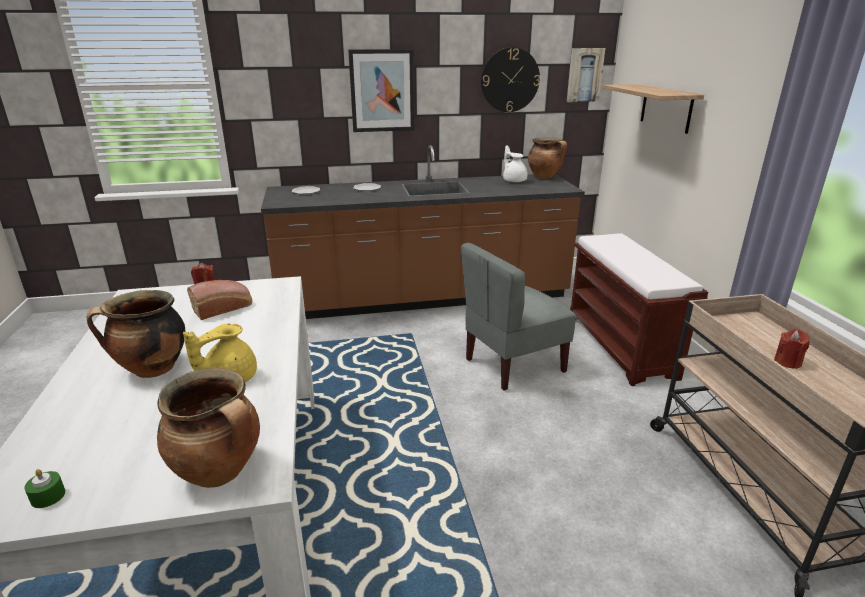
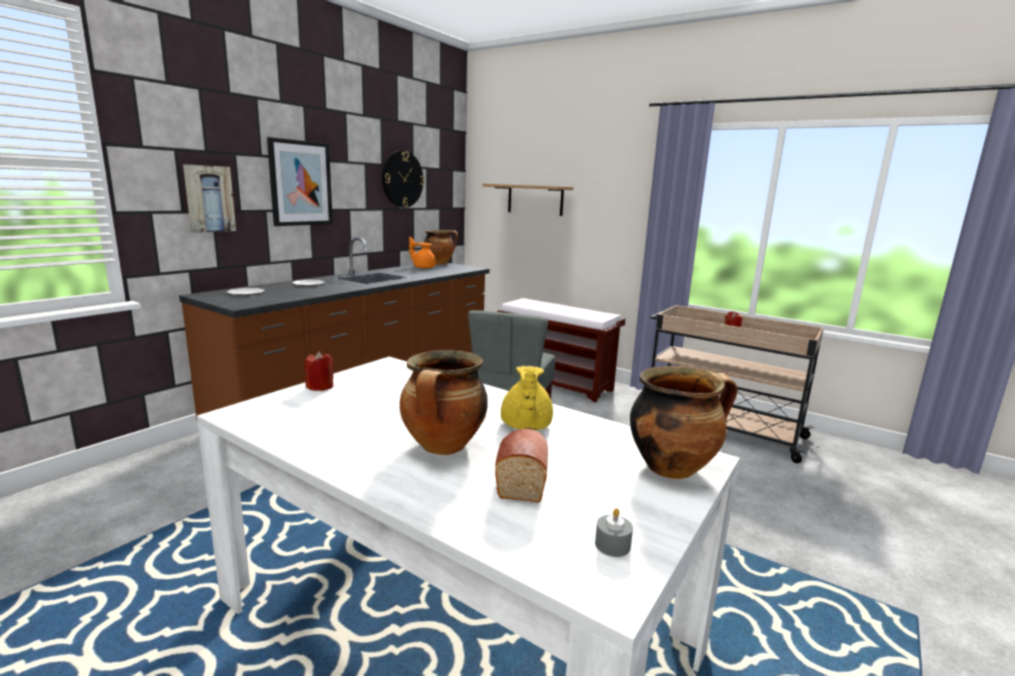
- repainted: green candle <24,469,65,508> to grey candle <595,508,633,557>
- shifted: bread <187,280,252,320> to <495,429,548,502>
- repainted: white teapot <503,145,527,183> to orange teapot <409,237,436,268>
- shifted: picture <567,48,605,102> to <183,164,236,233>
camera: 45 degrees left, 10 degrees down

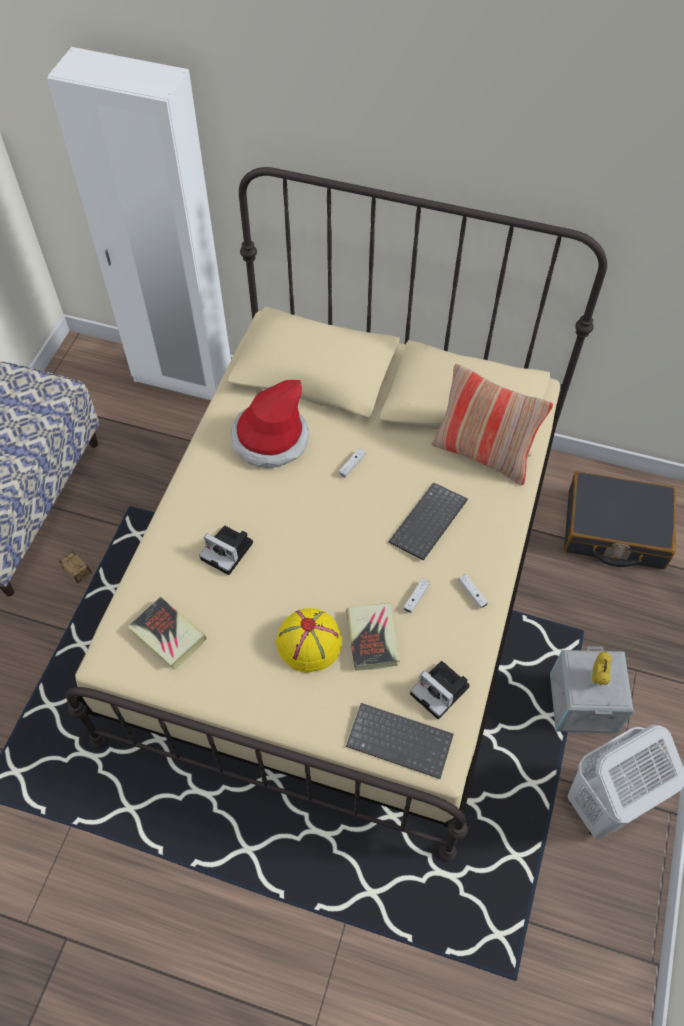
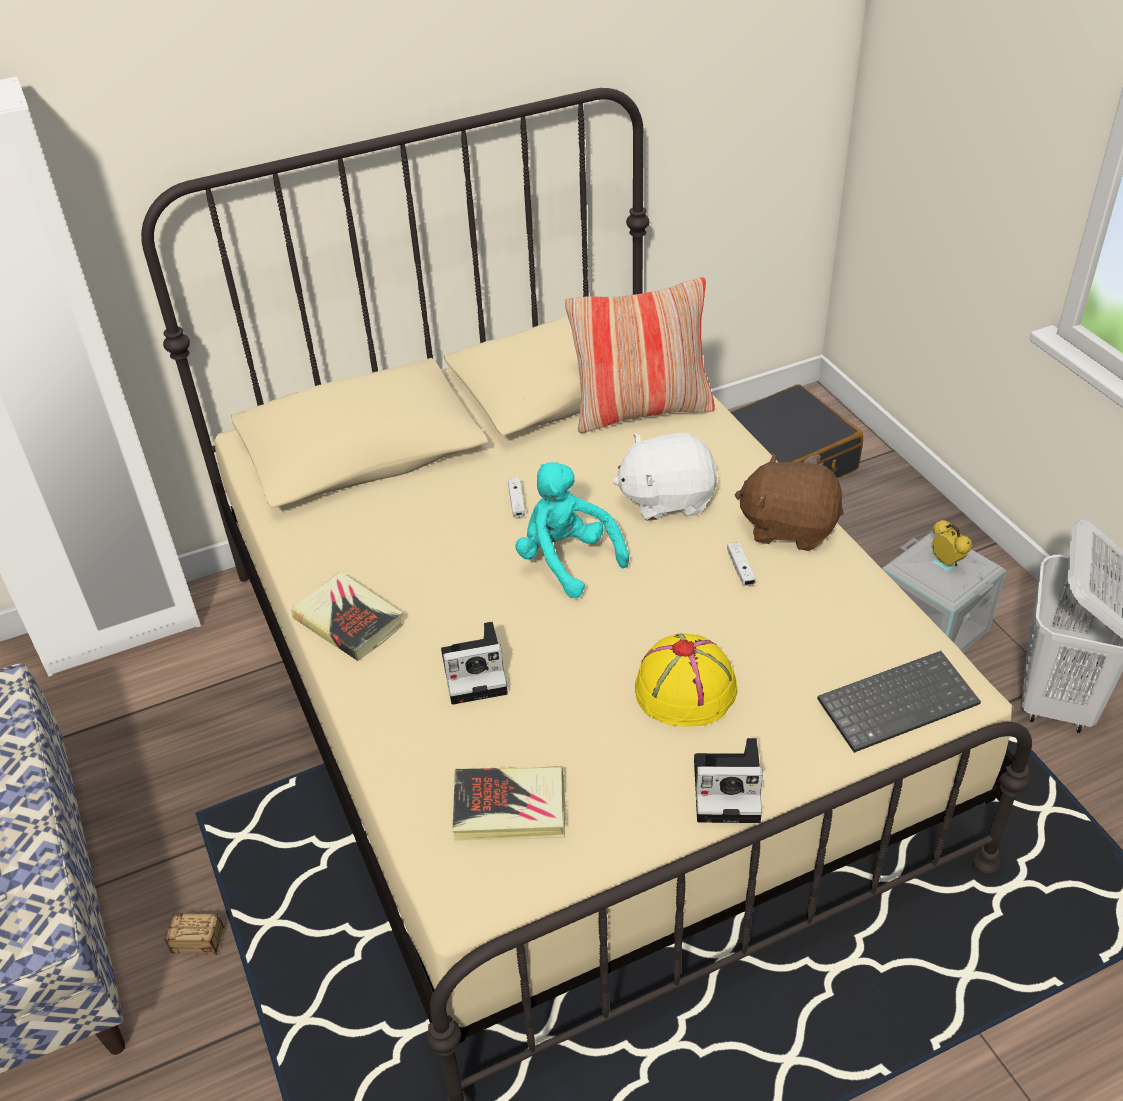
- gone: hat <231,380,309,469>
- shifted: book <346,603,400,671> to <292,571,403,661>
- swapped: keyboard <389,482,468,560> to white plush toy <613,433,717,521>
- shifted: photo camera <410,661,470,719> to <694,738,763,823>
- swapped: white game controller <458,574,488,608> to brown plush toy <735,453,844,551>
- new: turquoise plush toy <515,462,629,598>
camera: 40 degrees left, 15 degrees down

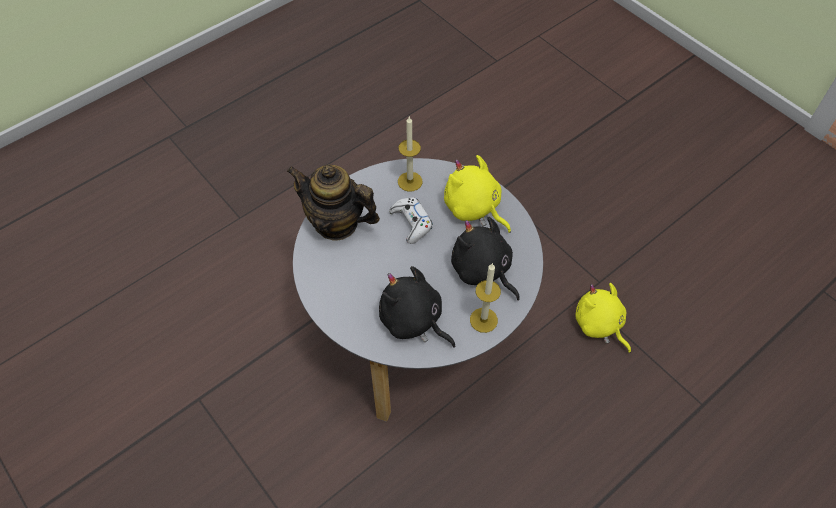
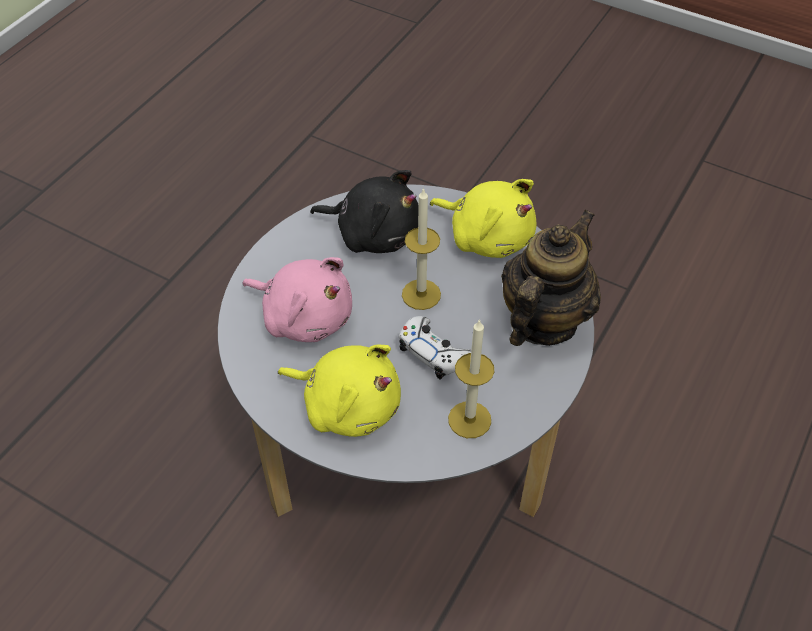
- rotated: teapot <287,165,380,241> = <501,210,601,346> 60 degrees counterclockwise
- repainted: black plush toy <451,217,520,300> to pink plush toy <242,257,352,342>
- shifted: candle <470,263,501,333> to <402,188,441,310>
- shifted: yellow plush toy <575,283,631,353> to <430,179,536,258>
camera: 160 degrees right, 5 degrees down

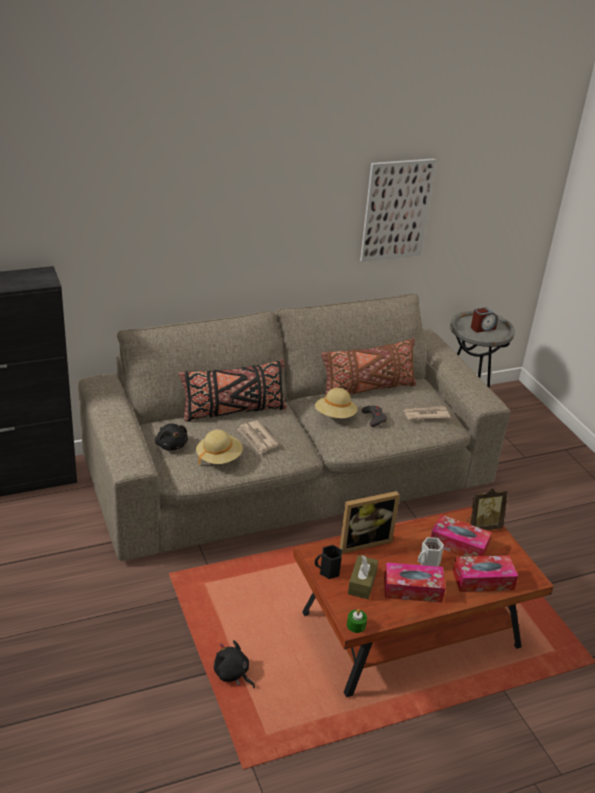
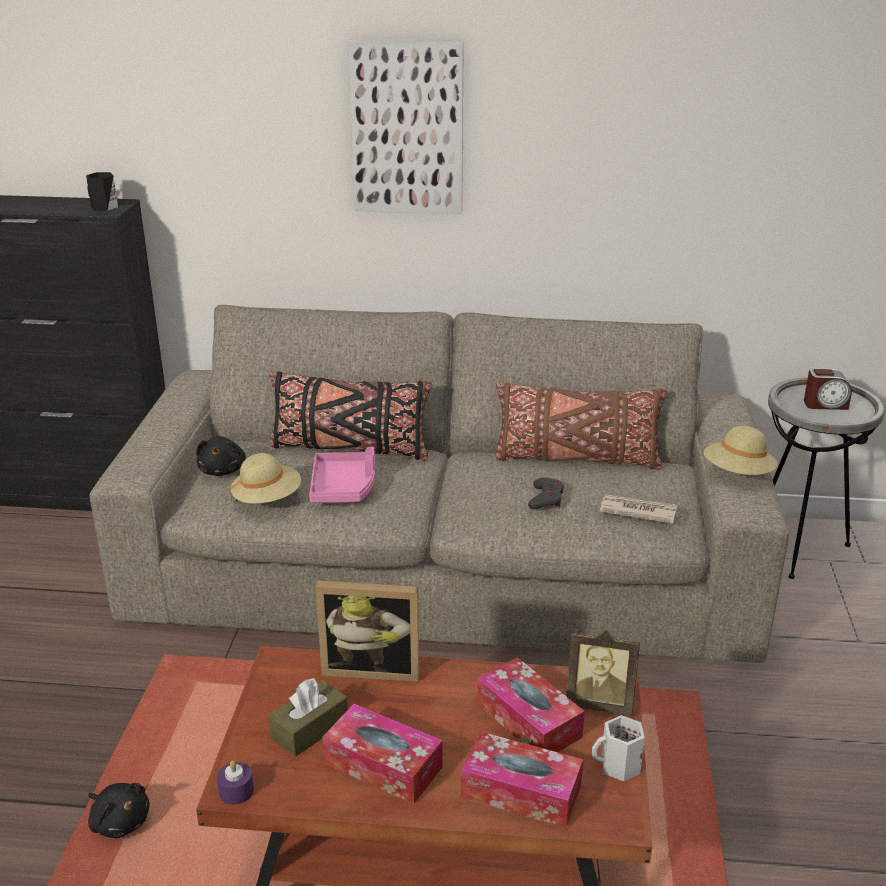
- rotated: black plush toy <214,640,255,688> = <88,783,150,838> 150 degrees clockwise
- swapped: newspaper <238,420,279,454> to pink tray <309,447,375,503>
- shifted: beige hat <315,388,358,418> to <704,426,778,475>
- shifted: black mug <315,545,342,579> to <86,172,118,211>
- repainted: green candle <347,609,367,633> to purple candle <217,760,254,805>
- shifted: picture <360,158,436,262> to <348,40,464,215>
- shifted: white mug <418,537,444,566> to <592,715,645,781>
camera: 30 degrees right, 5 degrees down

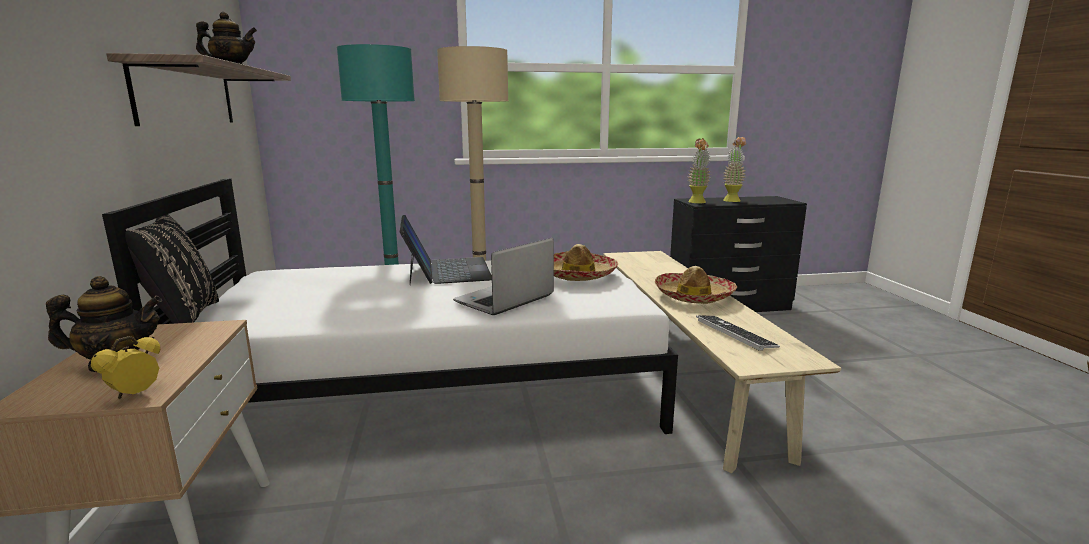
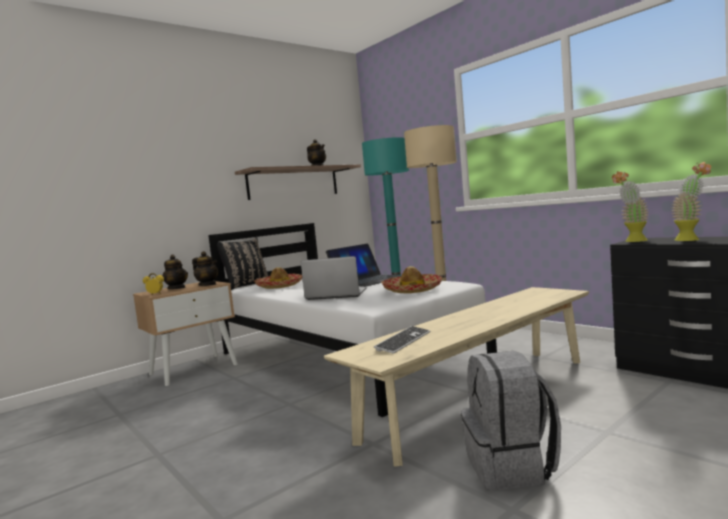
- shifted: hat <655,266,737,304> to <254,267,302,289>
- new: teapot <192,251,218,286>
- new: grey backpack <461,351,561,490>
camera: 60 degrees right, 10 degrees down

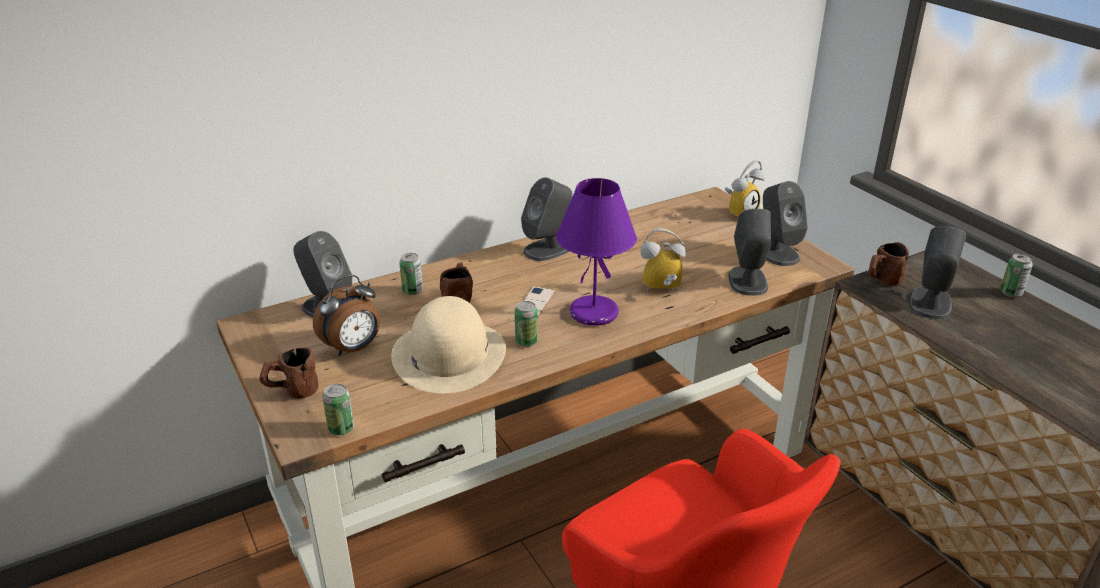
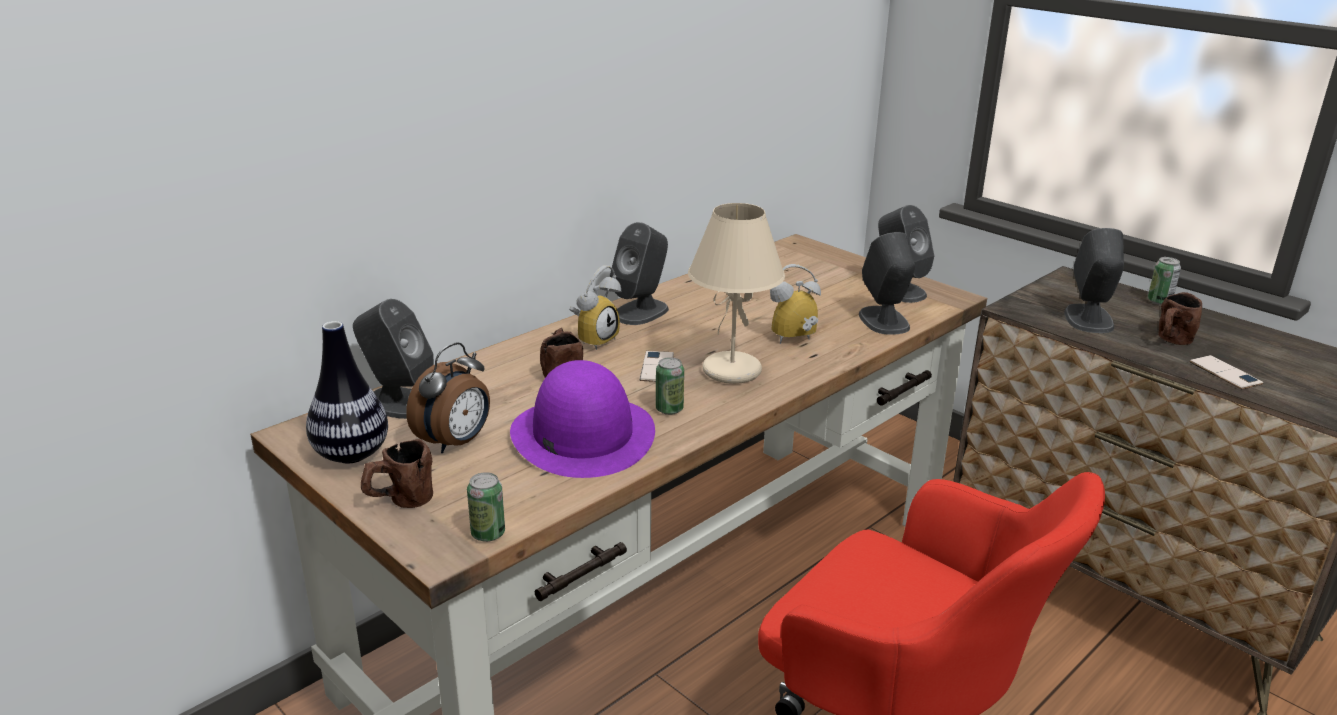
- repainted: beige hat <391,296,506,393> to purple hat <510,360,655,478>
- gone: can <399,253,423,295>
- repainted: purple table lamp <556,178,637,326> to beige table lamp <688,203,785,384>
- shifted: alarm clock <725,160,765,217> to <569,265,621,350>
- shifted: brown mug <868,242,909,286> to <1158,292,1202,345>
- new: vase <306,321,388,463>
- new: phone <1189,355,1263,389>
camera: 15 degrees left, 5 degrees down

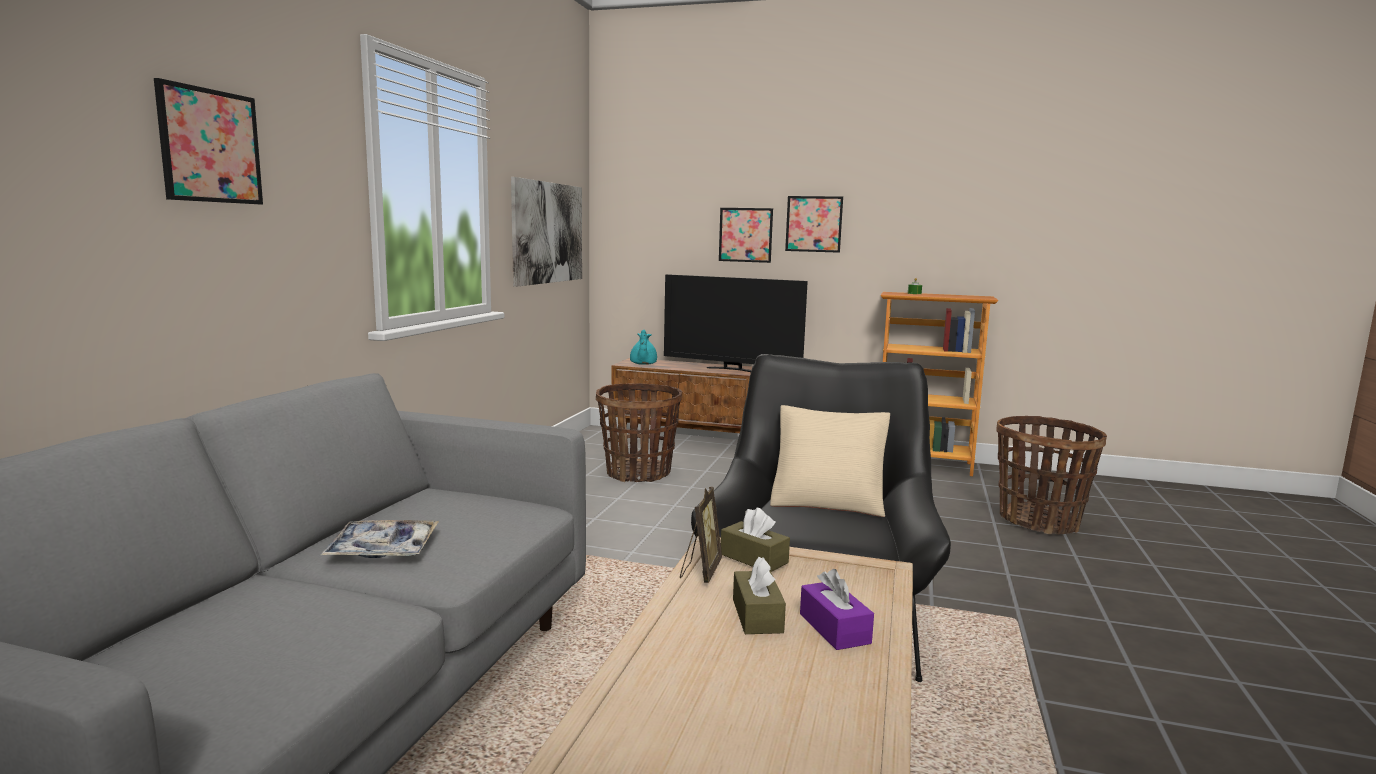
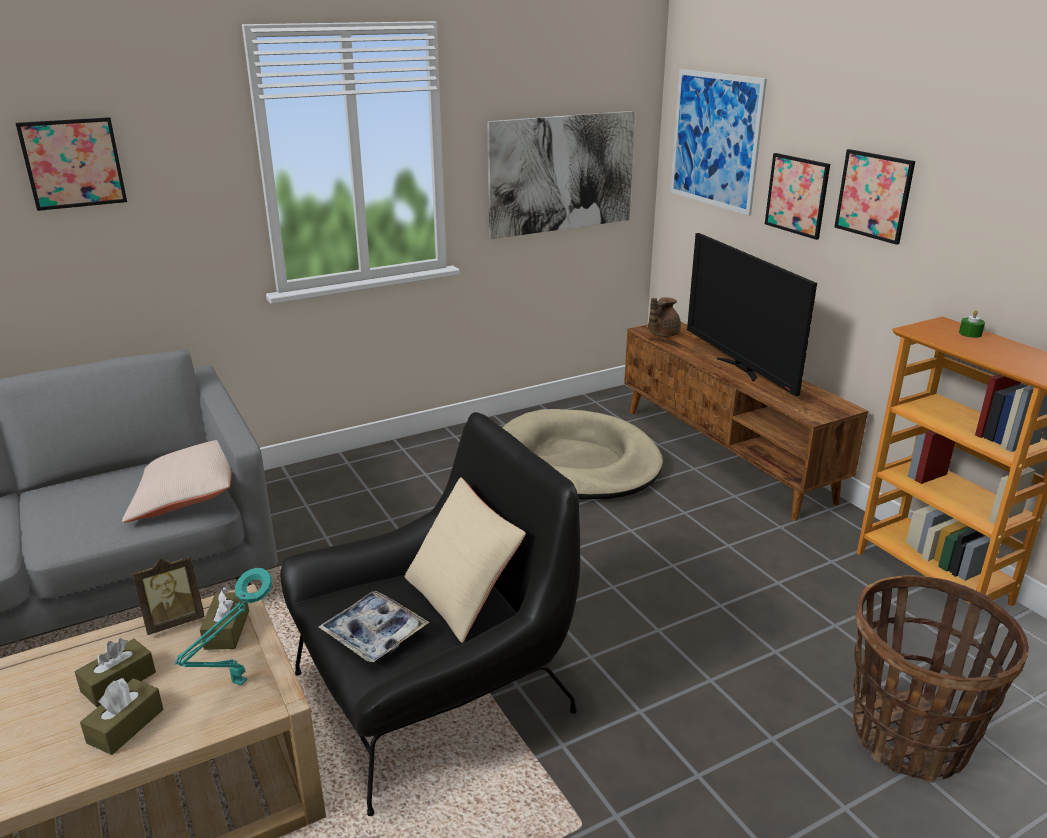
- shifted: tray <319,520,439,558> to <319,591,429,662>
- swapped: basket <596,383,682,482> to beige dog bed <502,409,663,499>
- repainted: turquoise teapot <630,330,657,365> to brown teapot <648,297,681,337>
- repainted: purple tissue box <800,569,874,650> to brown tissue box <80,678,163,755>
- new: beige pillow <122,440,232,523>
- new: turquoise table lamp <175,568,272,685>
- new: picture <670,69,767,216>
camera: 45 degrees right, 15 degrees up

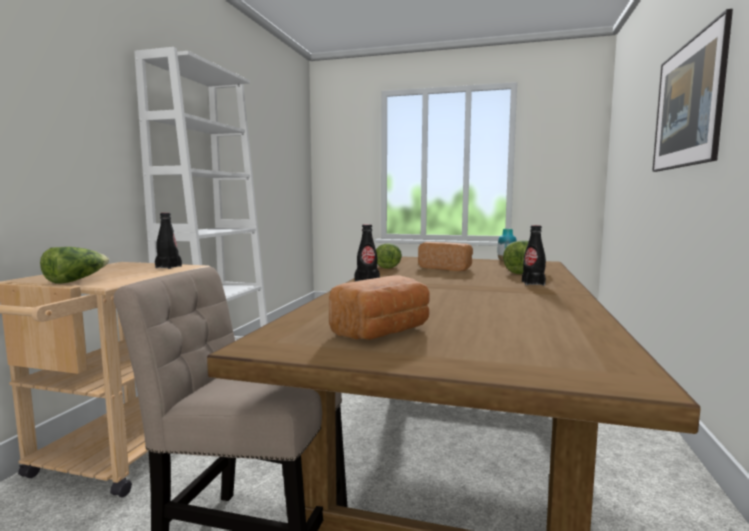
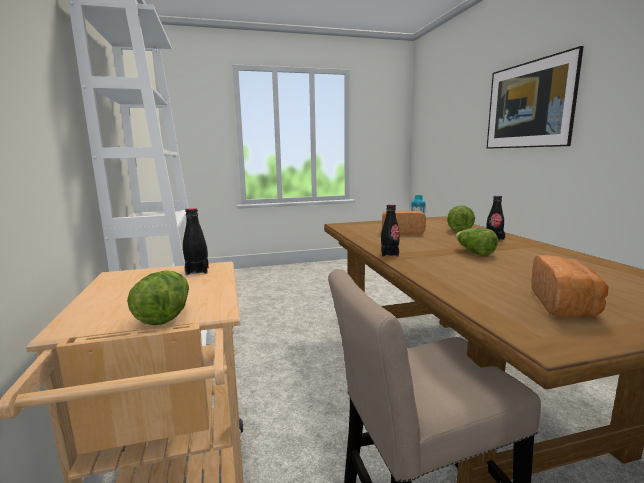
- shifted: lettuce <376,243,402,269> to <456,228,498,256>
camera: 30 degrees left, 5 degrees up

